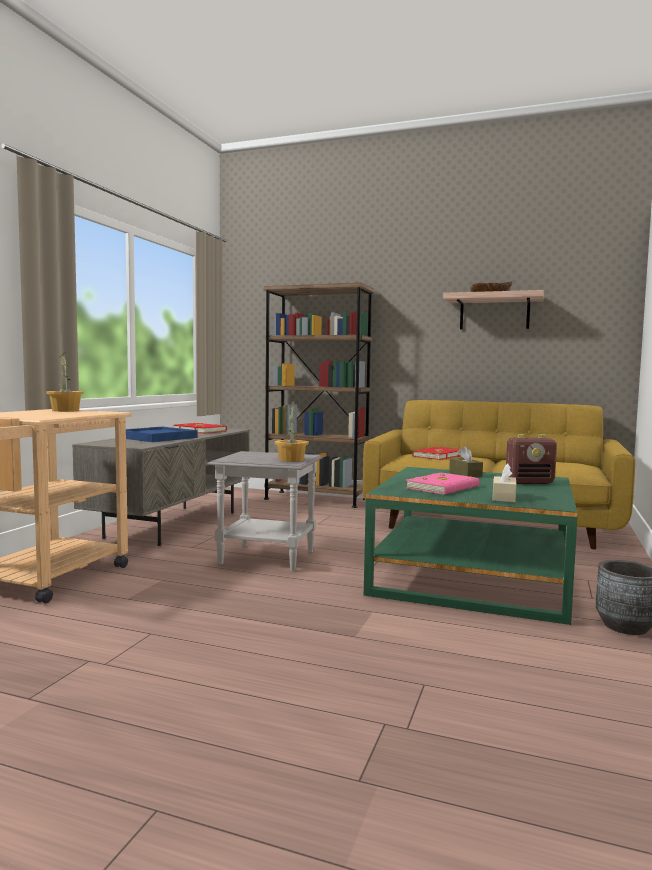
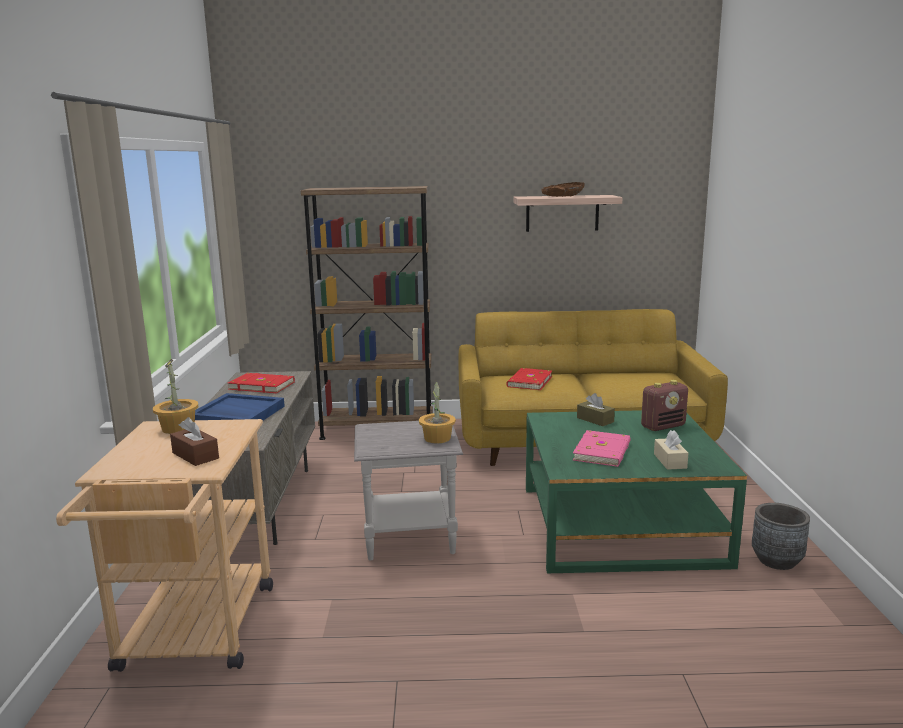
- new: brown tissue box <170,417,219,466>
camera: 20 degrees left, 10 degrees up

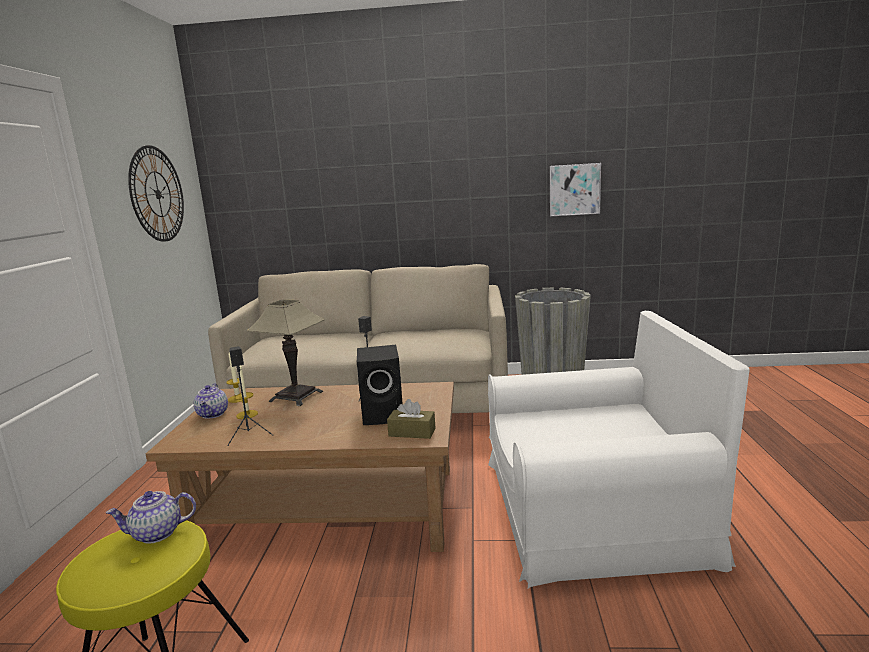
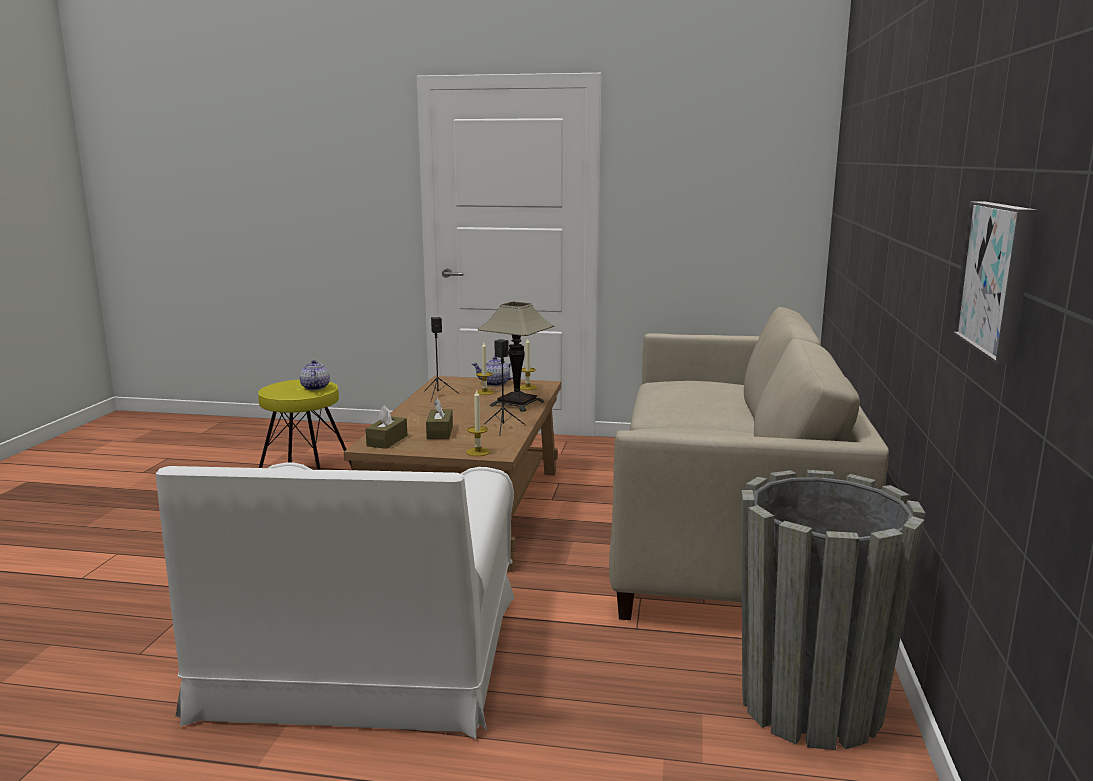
- gone: wall clock <128,145,184,242>
- swapped: black speaker <357,345,403,425> to brown tissue box <426,398,453,439>
- new: candle <466,390,490,456>
camera: 95 degrees right, 0 degrees up

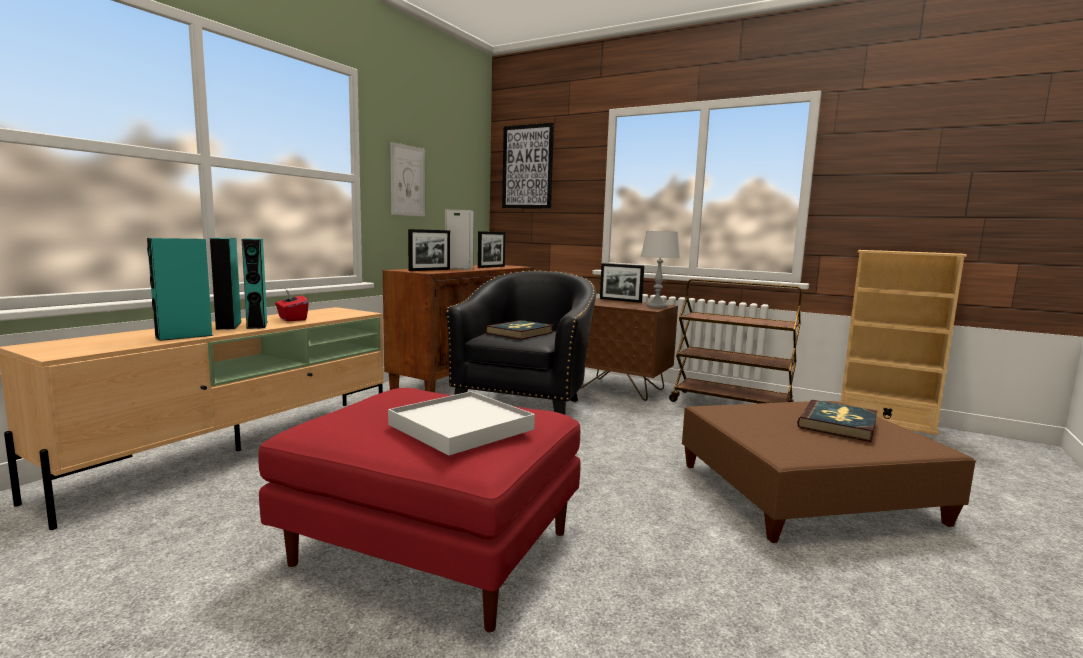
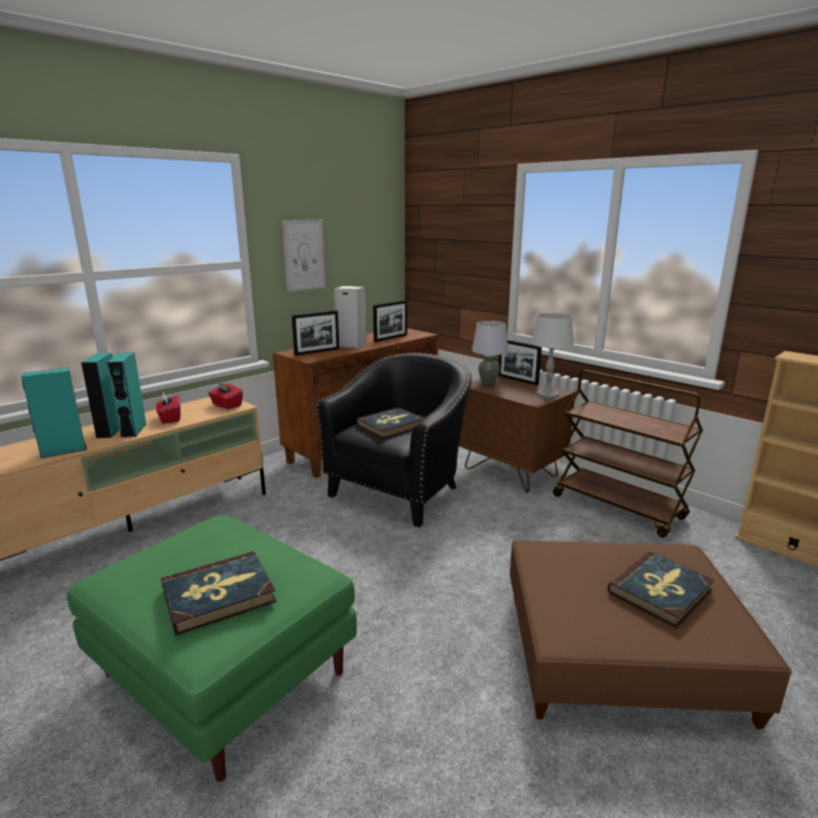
- repainted: red ottoman <258,388,580,632> to green ottoman <67,515,357,782>
- swapped: white tray <388,391,535,456> to book <161,551,276,636>
- gone: picture <502,123,554,209>
- new: red tissue box <208,382,243,410>
- new: grey table lamp <472,321,508,384>
camera: 15 degrees right, 10 degrees up

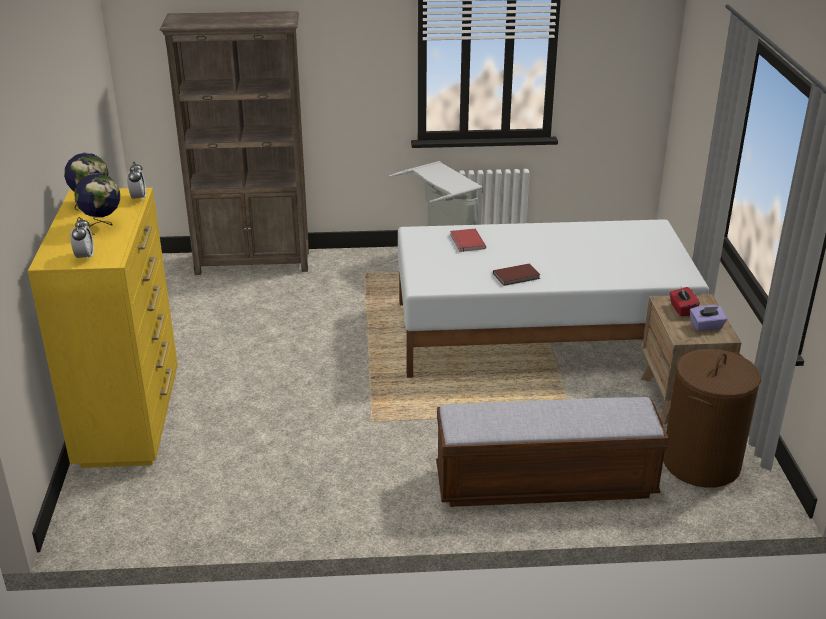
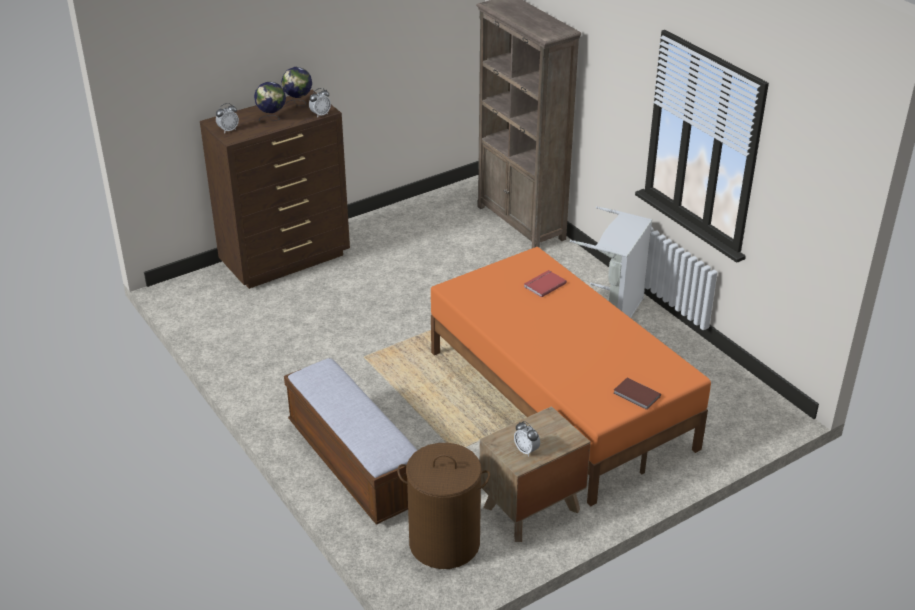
- repainted: yellow dresser <28,188,178,468> to brown dresser <200,90,350,289>
- repainted: white bed <398,219,709,378> to orange bed <431,247,711,507>
- shifted: brown book <493,263,540,286> to <613,378,661,410>
- gone: red tissue box <670,287,700,316>
- swapped: purple tissue box <690,305,727,331> to alarm clock <514,421,540,457>
camera: 60 degrees right, 5 degrees up

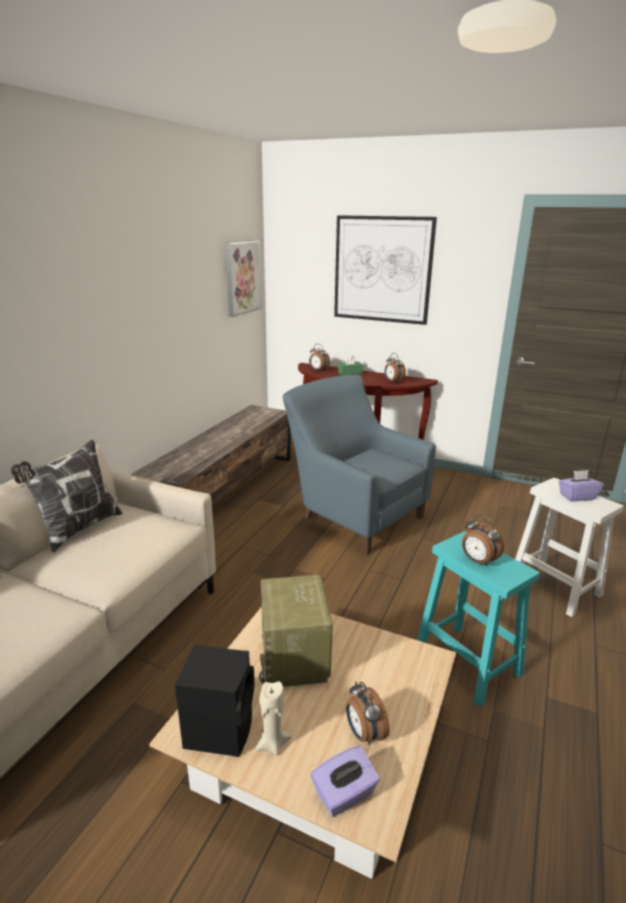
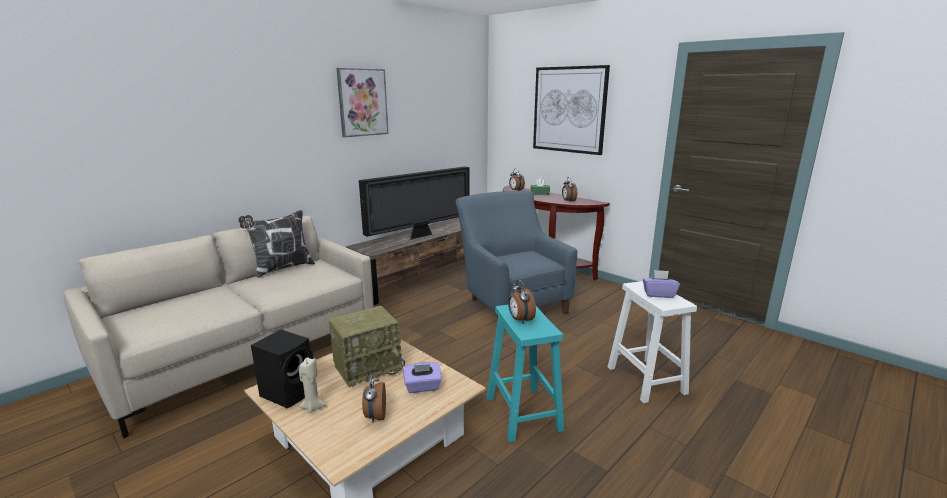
- shifted: picture <225,240,261,317> to <336,68,389,137>
- rotated: radio <259,575,333,687> = <329,306,405,387> 135 degrees counterclockwise
- shifted: purple tissue box <311,746,380,817> to <403,362,442,393>
- new: television <359,166,469,240>
camera: 20 degrees right, 5 degrees down

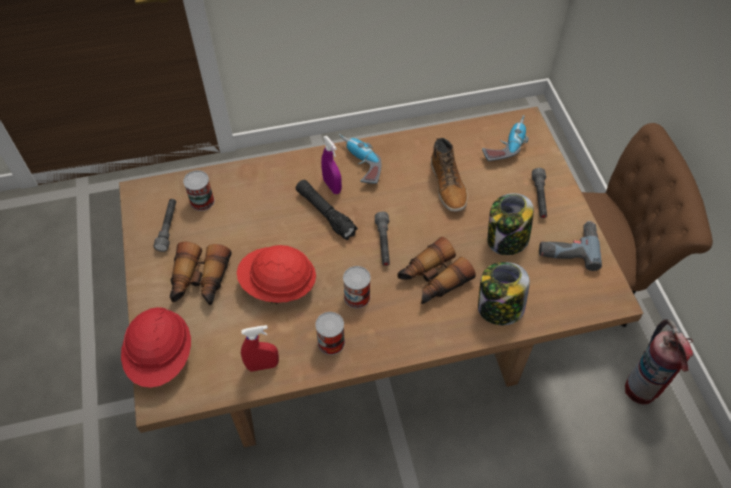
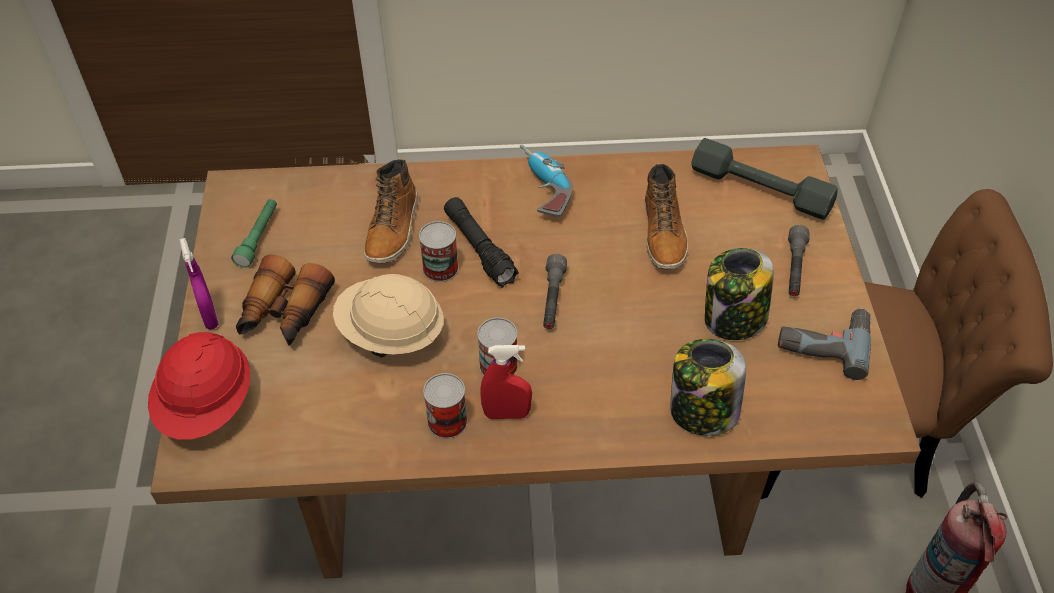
- repainted: grey flashlight <153,199,176,252> to green flashlight <231,199,277,268>
- shifted: can <183,170,215,211> to <419,221,459,282>
- repainted: red hard hat <237,245,316,304> to beige hard hat <333,274,444,358>
- shifted: red spray bottle <241,325,279,371> to <480,345,532,419>
- shifted: purple spray bottle <321,136,342,194> to <180,238,218,329>
- gone: binoculars <397,237,476,304>
- swapped: power drill <482,115,529,161> to grey dumbbell <691,138,838,220>
- new: boot <364,159,418,263>
camera: 10 degrees right, 5 degrees down

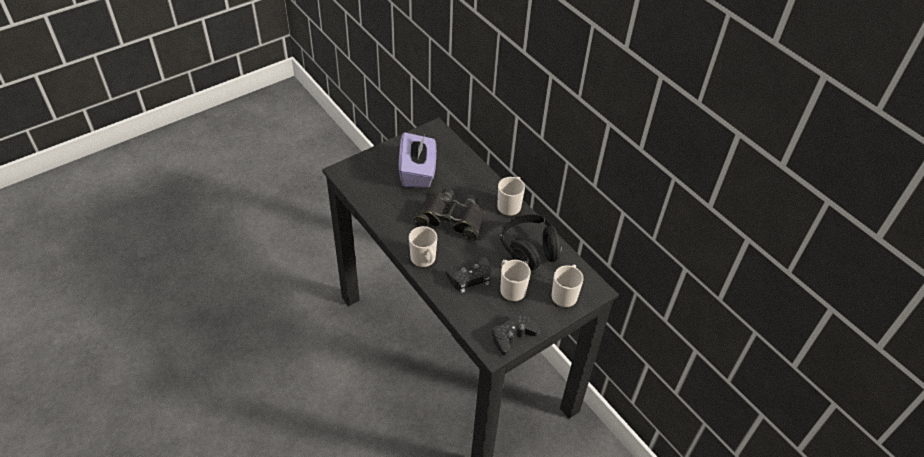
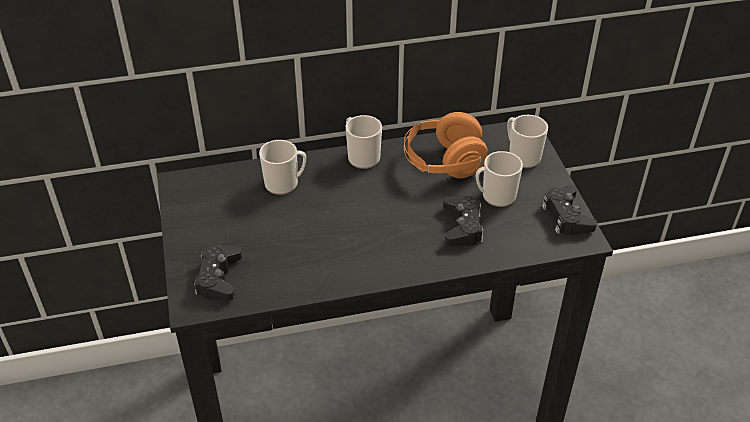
- gone: purple tissue box <399,132,436,188>
- shifted: mug <409,226,437,267> to <259,140,306,195>
- gone: black binoculars <414,189,485,241>
- repainted: black headphones <500,214,563,271> to orange headphones <404,112,488,178>
- new: black game controller <194,245,242,300>
camera: 65 degrees left, 5 degrees down

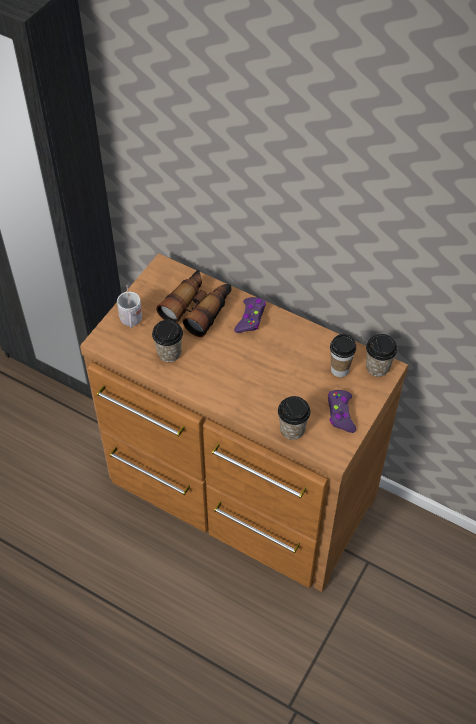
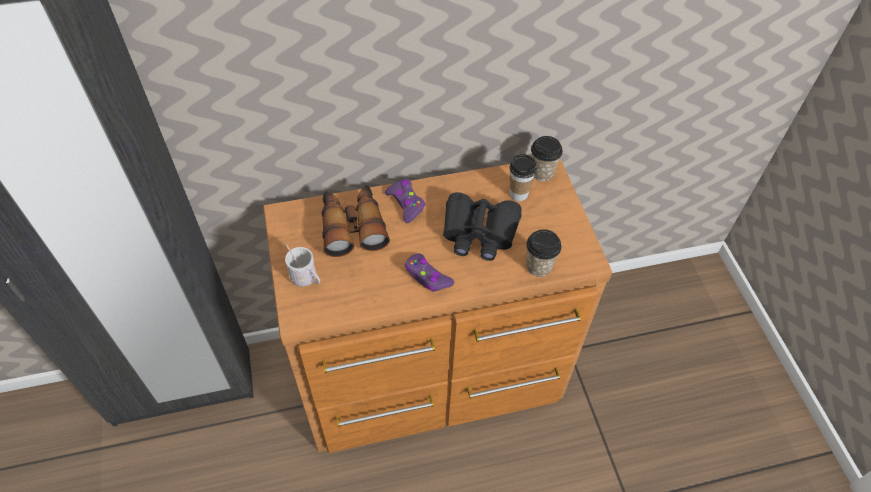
- gone: cup <152,320,183,362>
- shifted: purple game controller <328,390,356,433> to <405,254,454,291>
- new: black binoculars <443,192,522,261>
camera: 45 degrees left, 0 degrees up

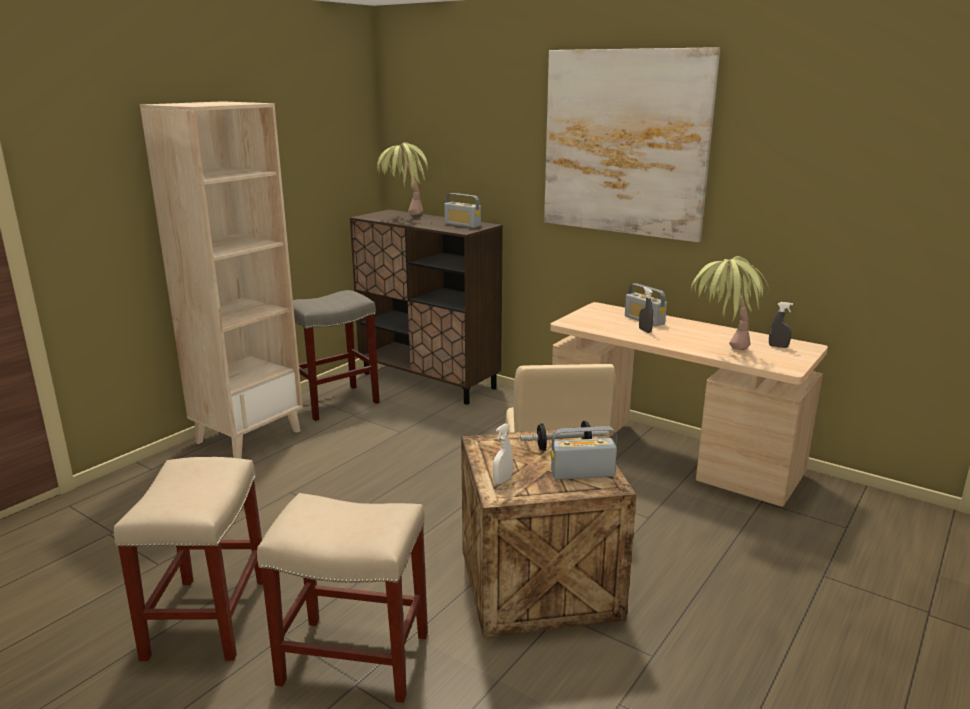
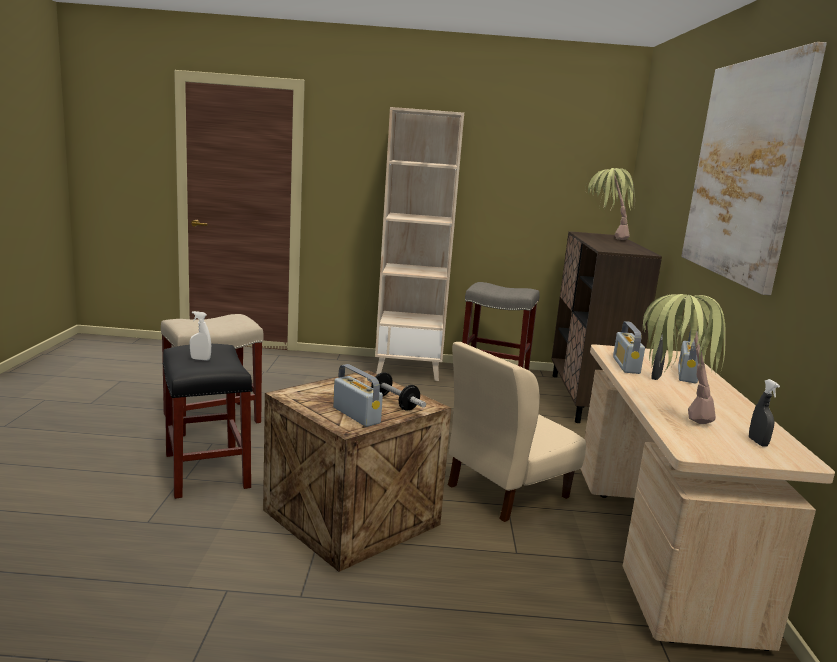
- repainted: beige stool <257,493,428,703> to black stool <163,344,253,499>
- shifted: radio <444,193,481,228> to <613,321,645,374>
- shifted: white spray bottle <493,423,513,485> to <190,311,211,361>
camera: 55 degrees right, 5 degrees down

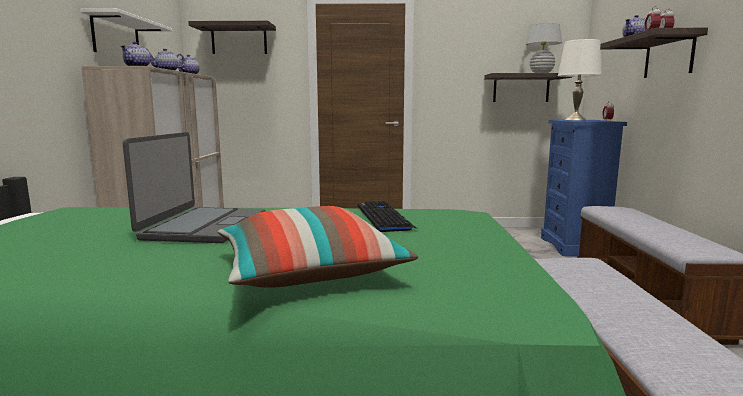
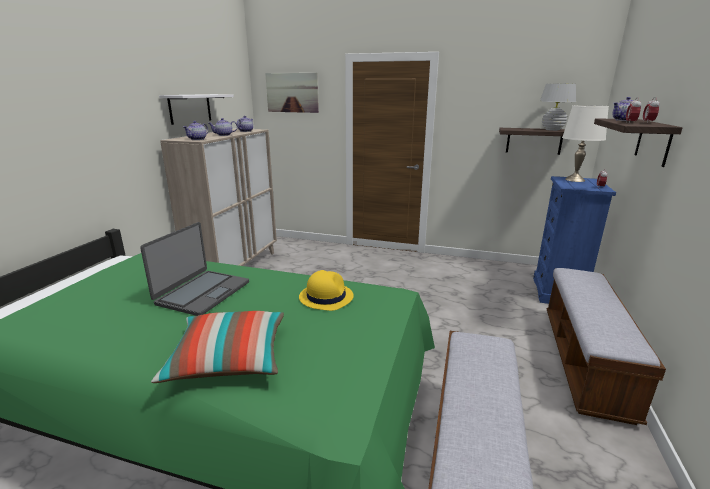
- swapped: shelf <188,21,276,54> to picture <265,73,319,113>
- swapped: keyboard <357,201,418,232> to yellow hat <299,270,354,311>
camera: 15 degrees right, 10 degrees up

